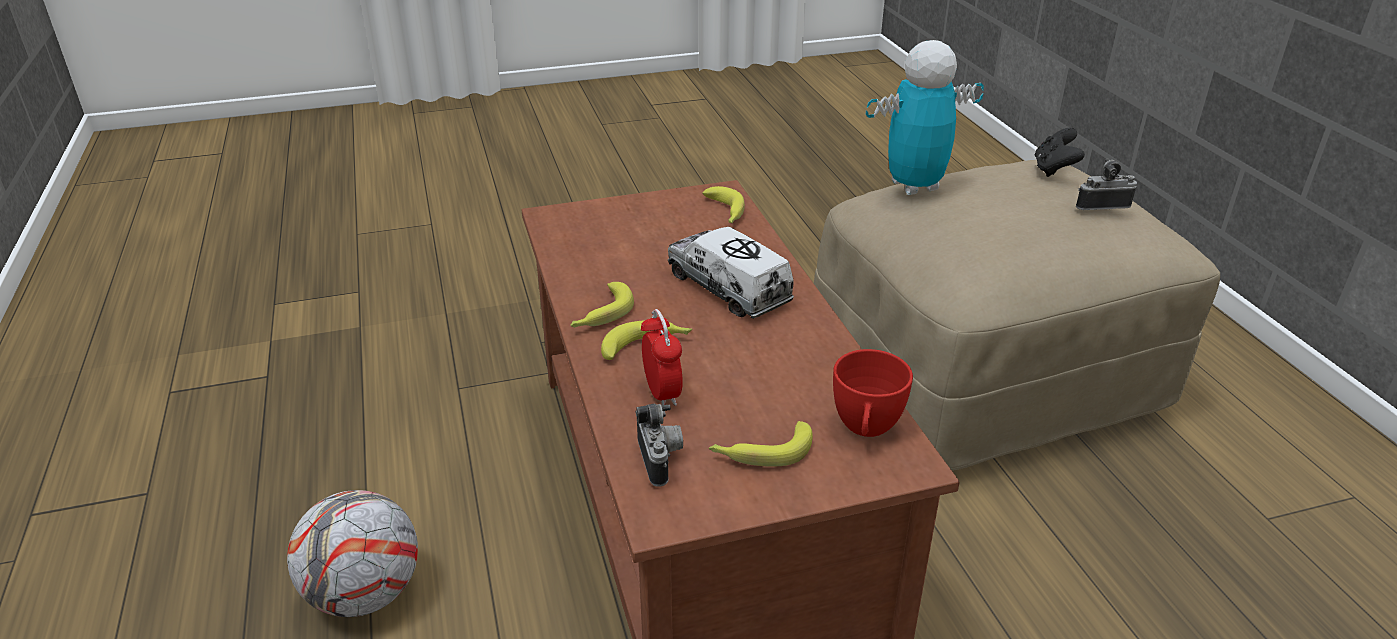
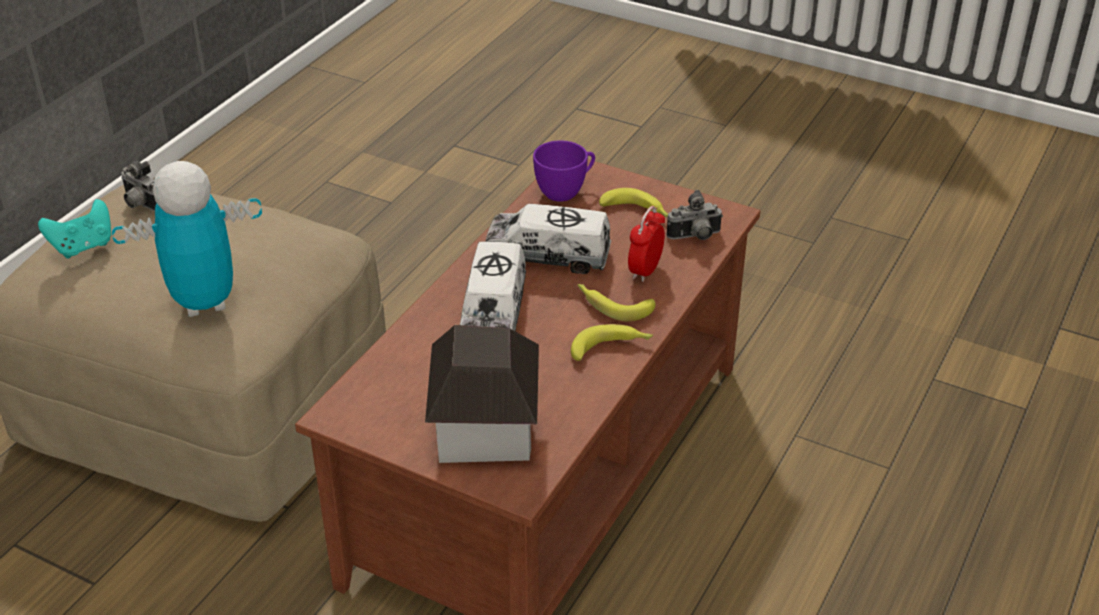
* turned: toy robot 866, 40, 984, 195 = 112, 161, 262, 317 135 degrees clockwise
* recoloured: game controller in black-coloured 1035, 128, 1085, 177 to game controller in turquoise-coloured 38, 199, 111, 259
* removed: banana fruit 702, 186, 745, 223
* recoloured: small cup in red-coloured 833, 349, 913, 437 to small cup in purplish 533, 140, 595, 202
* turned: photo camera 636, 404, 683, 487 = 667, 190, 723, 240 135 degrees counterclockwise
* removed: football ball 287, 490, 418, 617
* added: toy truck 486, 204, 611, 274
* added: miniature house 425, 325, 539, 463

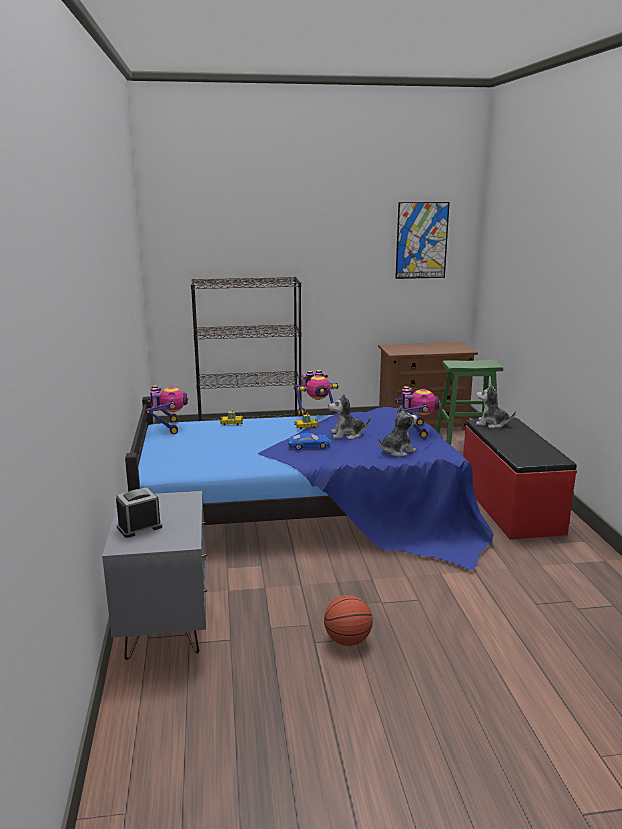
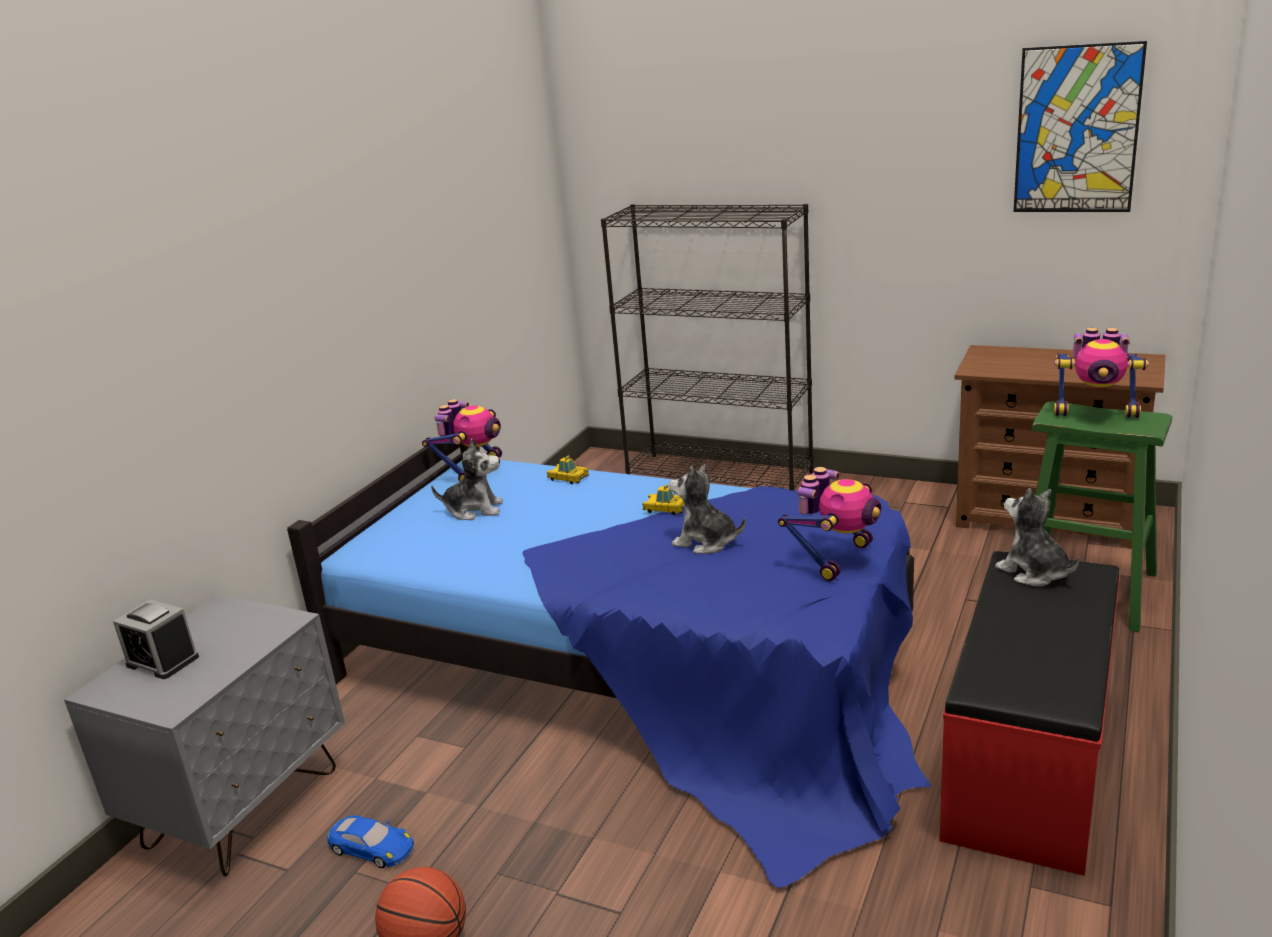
* moved: toy robot 293, 370, 339, 416 to 1054, 328, 1149, 418
* moved: plush toy 378, 405, 417, 457 to 431, 438, 503, 520
* moved: toy car in blue-coloured 288, 433, 331, 450 to 327, 815, 414, 868
* turned: alarm clock 116, 487, 162, 538 = 113, 600, 199, 679 150 degrees counterclockwise

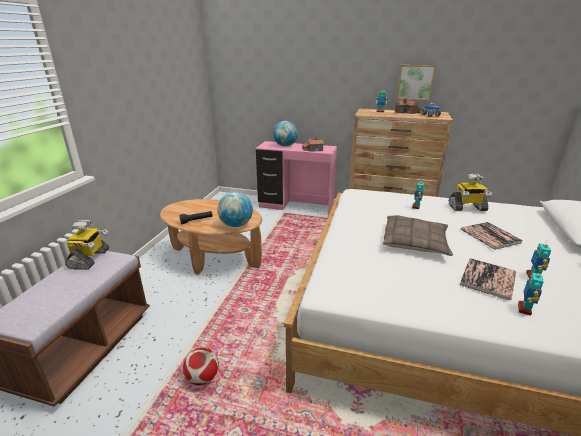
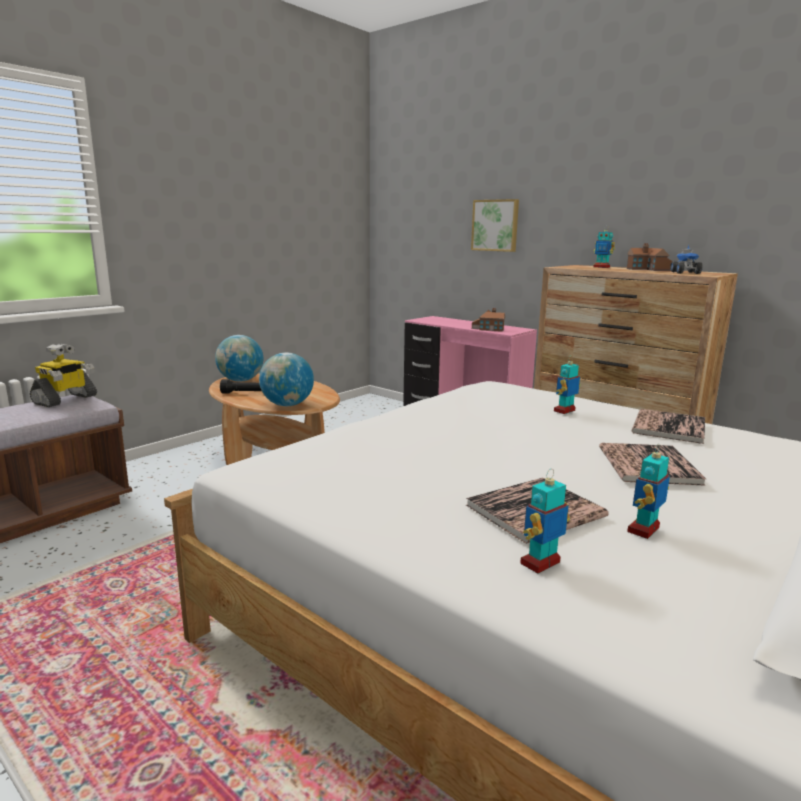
* moved: wall picture 397, 65, 436, 100 to 471, 199, 519, 252
* moved: world globe 273, 121, 298, 146 to 215, 335, 263, 382
* replaced: toy robot 449, 174, 492, 211 to book 632, 409, 705, 444
* removed: throw pillow 383, 215, 453, 256
* removed: football ball 183, 348, 219, 385

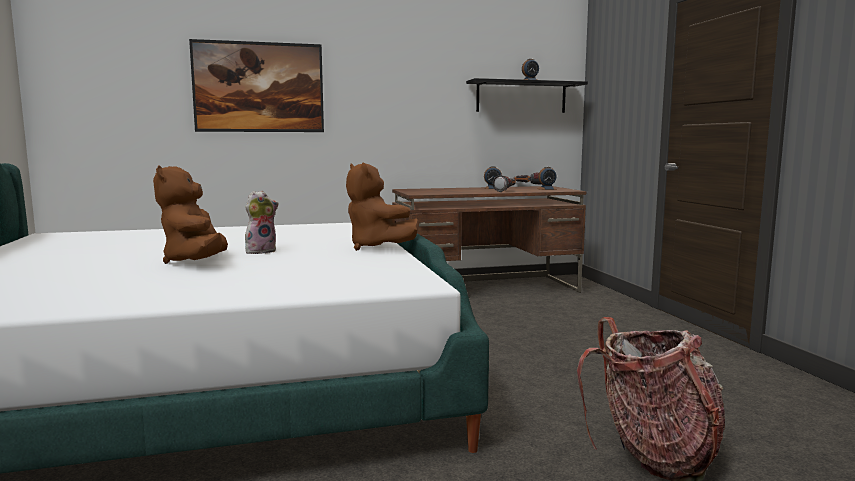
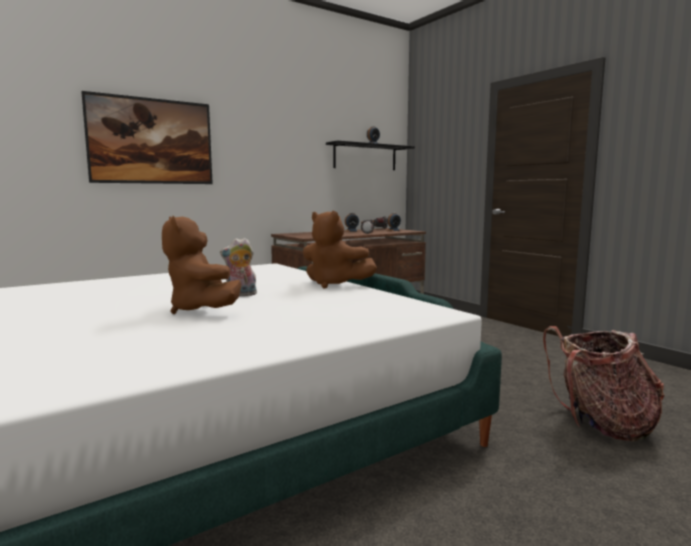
* turned: plush toy 245, 191, 279, 254 = 220, 238, 257, 296 135 degrees counterclockwise

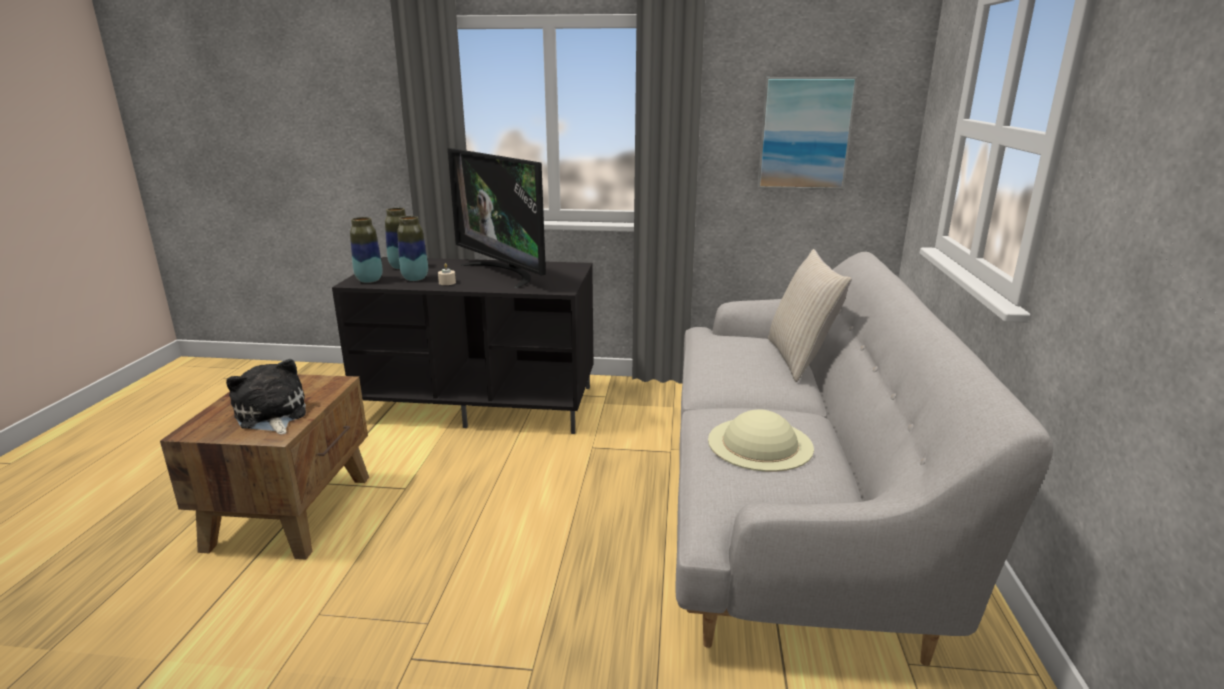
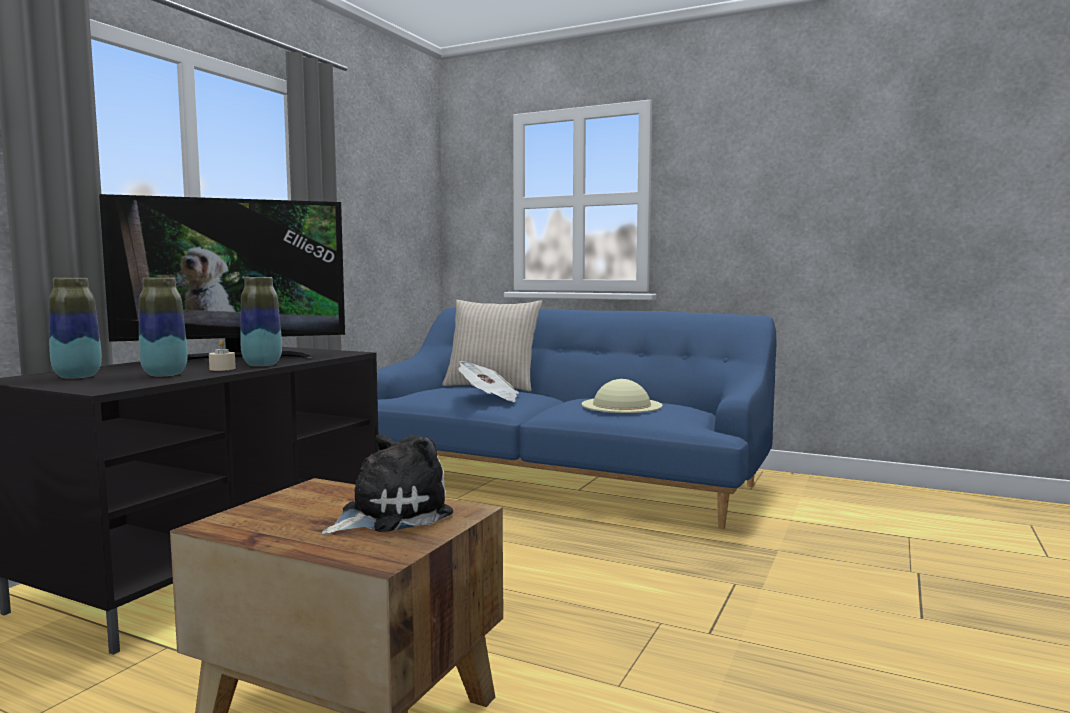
* removed: wall picture 757, 77, 857, 190
* moved: decorative vase 350, 217, 382, 283 to 240, 277, 282, 366
* recoloured: settee in grey 676, 252, 1053, 666 to settee in blue-coloured 377, 308, 777, 529
* turned: plush toy 226, 359, 306, 435 = 322, 434, 453, 535 150 degrees clockwise
* added: newspaper 458, 361, 519, 402

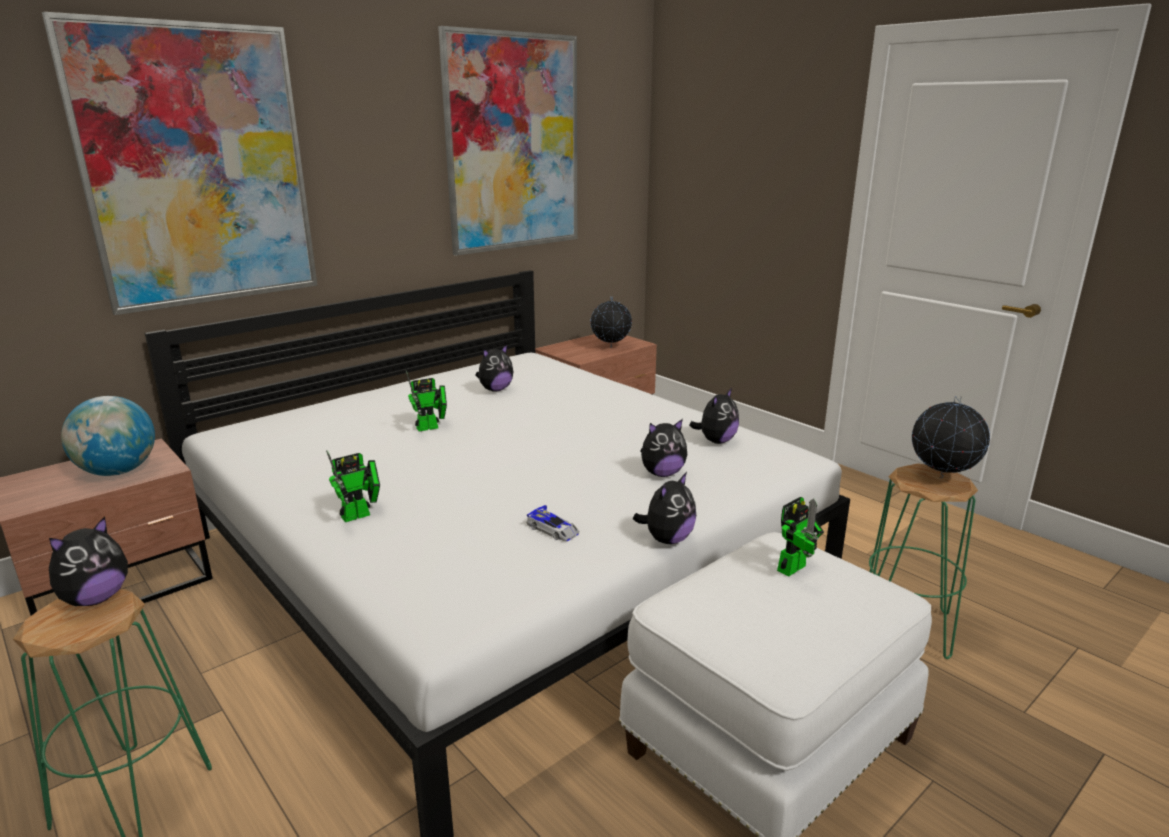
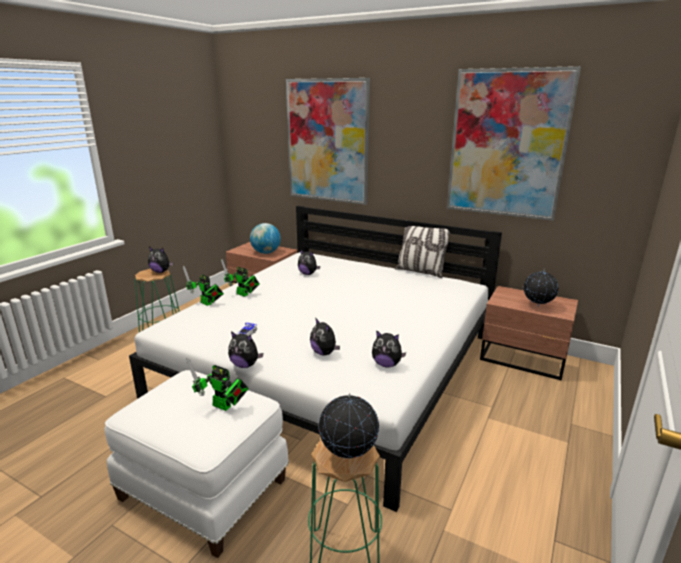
* moved: plush toy 475, 344, 513, 392 to 298, 249, 320, 275
* moved: toy robot 406, 371, 447, 432 to 183, 266, 224, 306
* added: throw pillow 395, 226, 450, 278

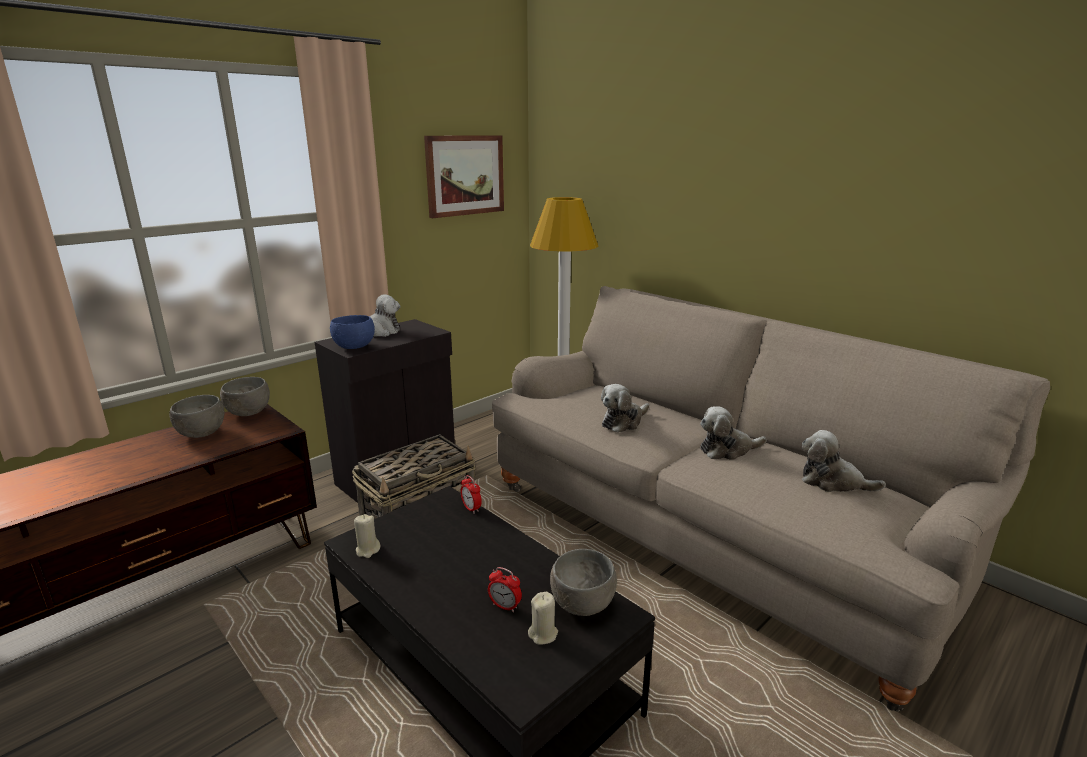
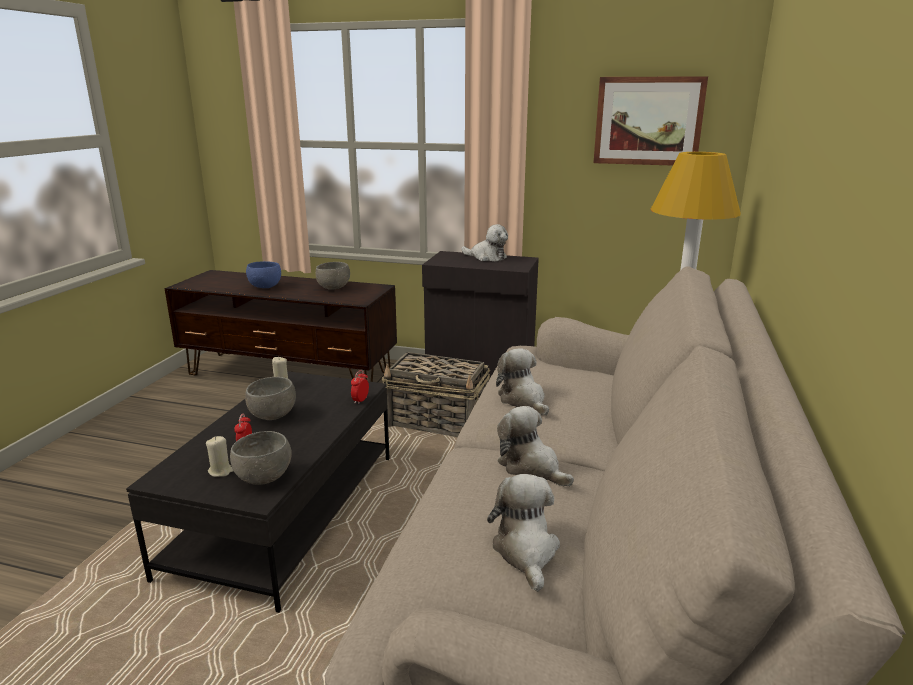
* moved: serving bowl in blue-coloured 330, 315, 375, 349 to 246, 261, 281, 288
* moved: serving bowl in grey 220, 377, 270, 416 to 245, 377, 296, 420
* turned: plush toy 601, 384, 649, 433 = 496, 348, 549, 415 45 degrees clockwise

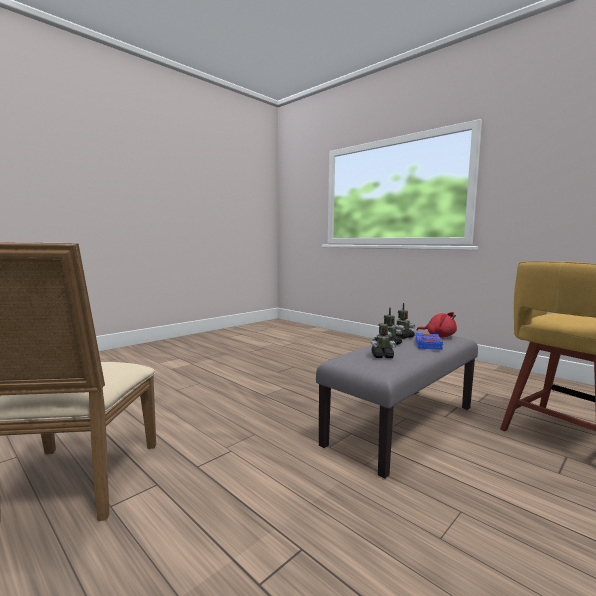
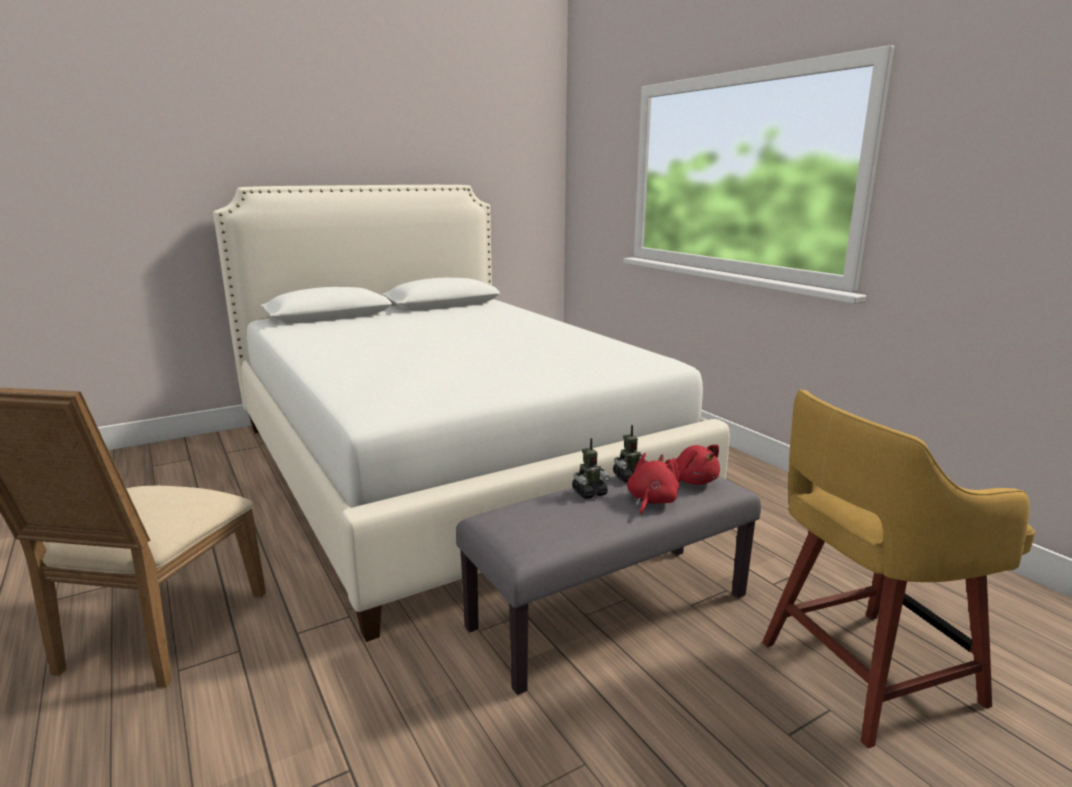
* removed: toy robot 371, 315, 396, 358
* replaced: book in blue-coloured 415, 333, 443, 350 to plush toy in red-coloured 627, 453, 679, 515
* added: bedroom bed in white-coloured 213, 185, 729, 642

